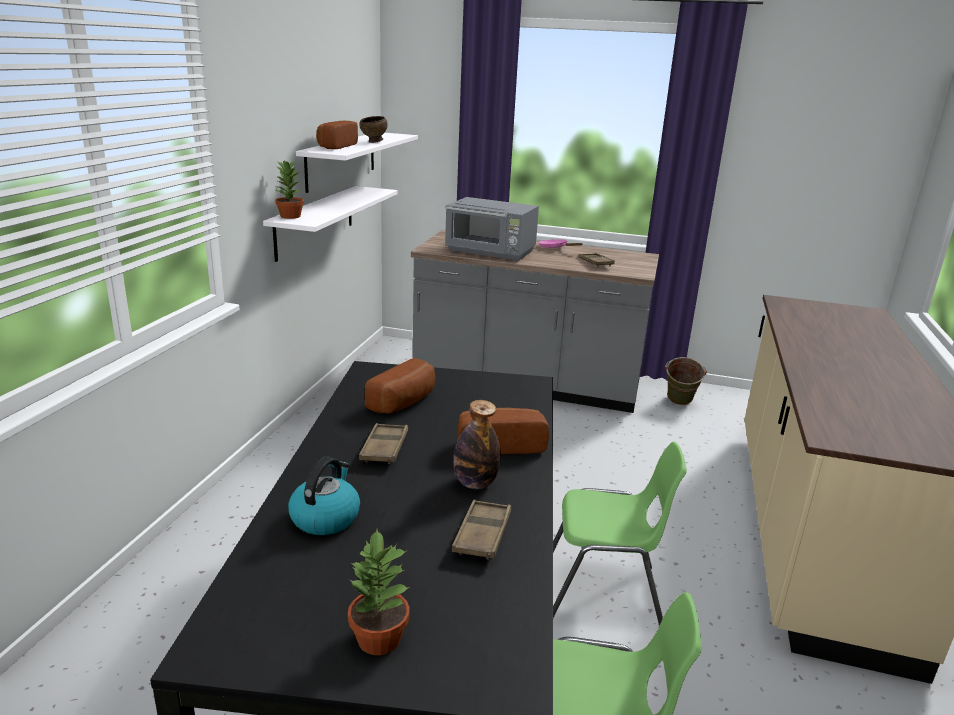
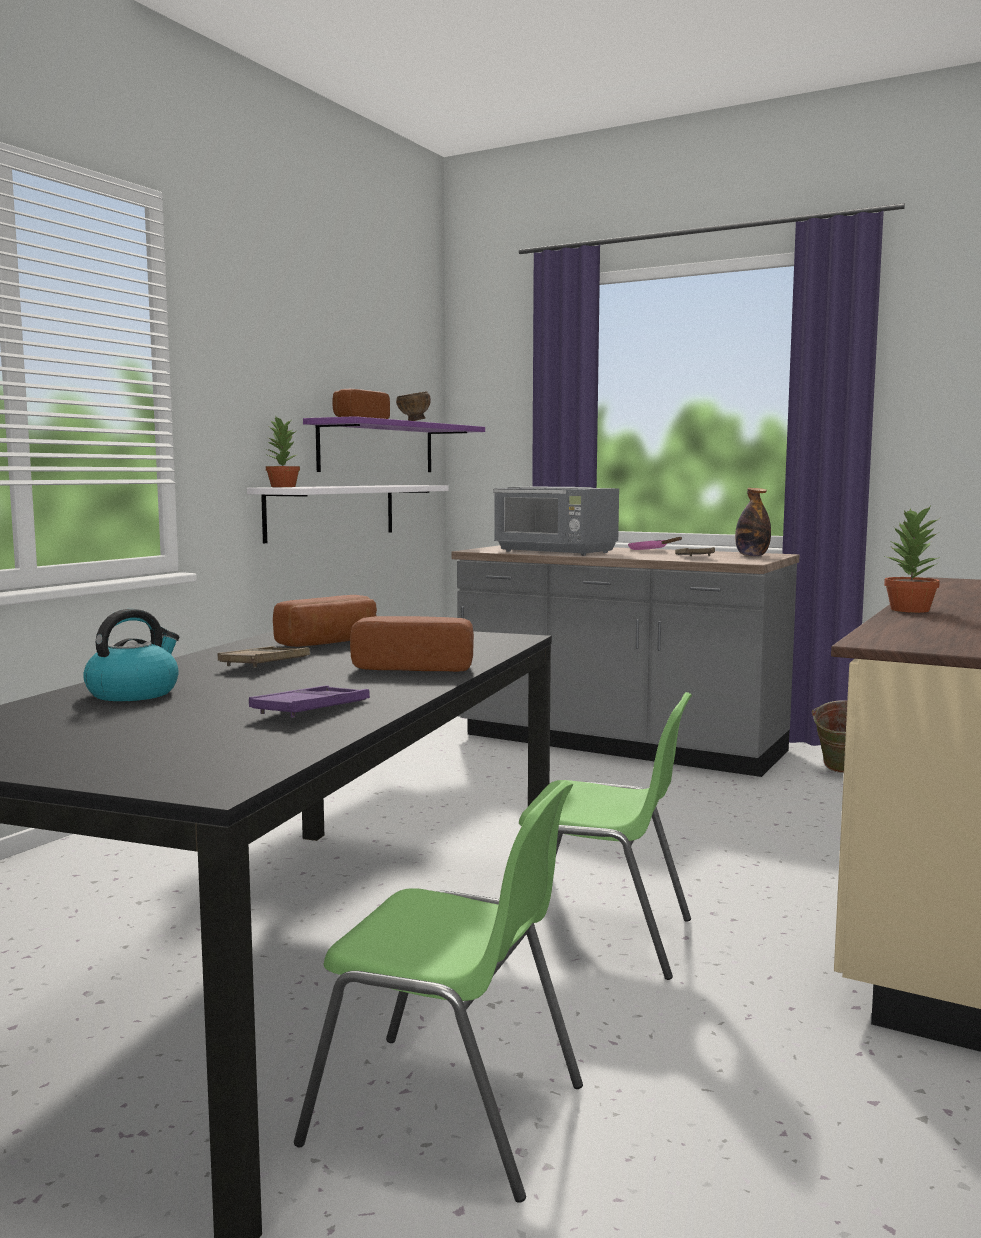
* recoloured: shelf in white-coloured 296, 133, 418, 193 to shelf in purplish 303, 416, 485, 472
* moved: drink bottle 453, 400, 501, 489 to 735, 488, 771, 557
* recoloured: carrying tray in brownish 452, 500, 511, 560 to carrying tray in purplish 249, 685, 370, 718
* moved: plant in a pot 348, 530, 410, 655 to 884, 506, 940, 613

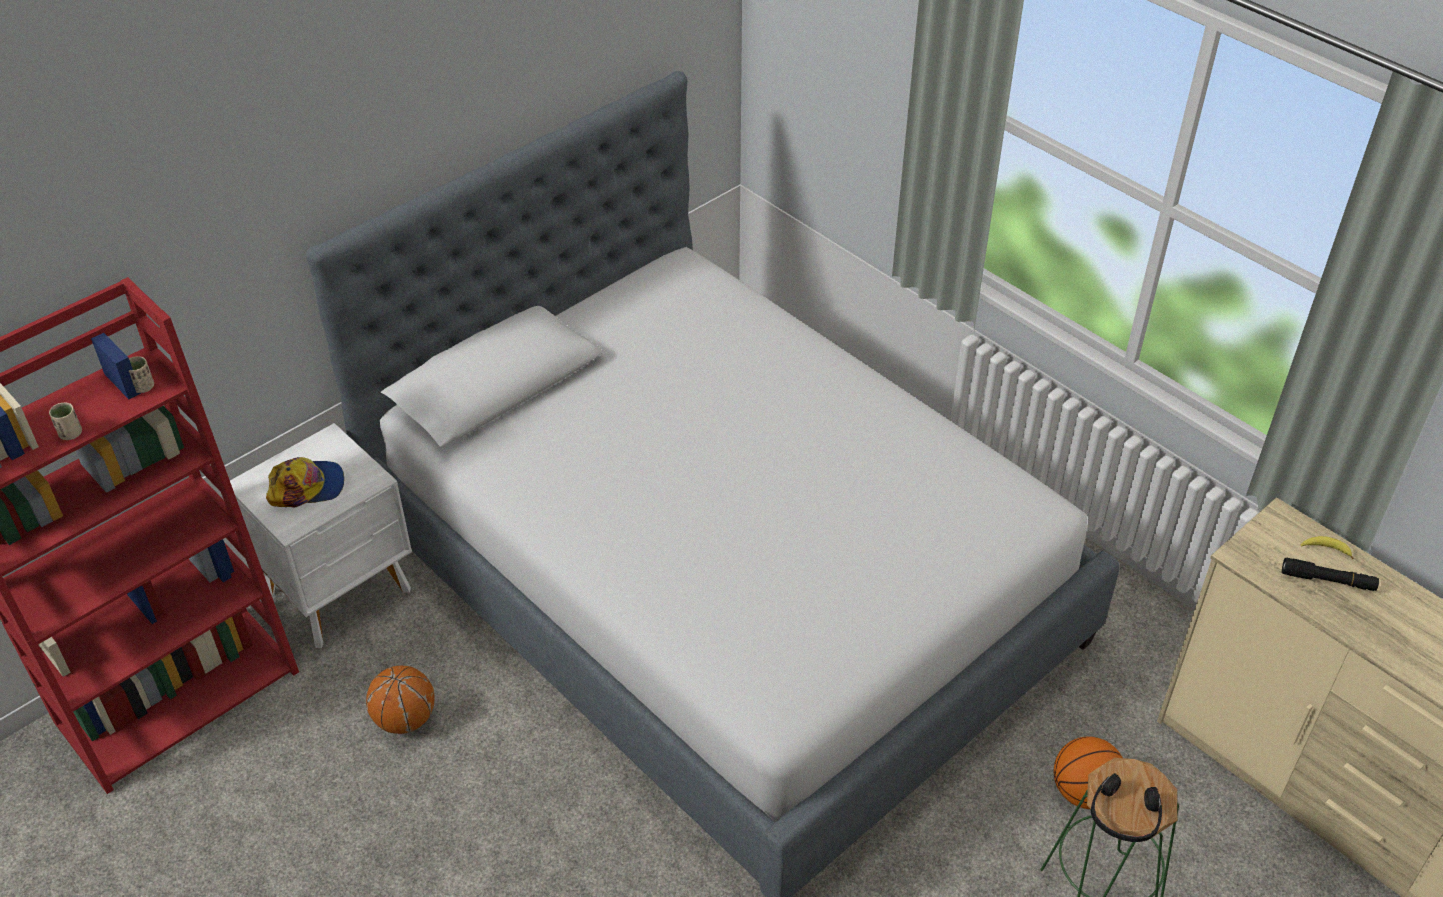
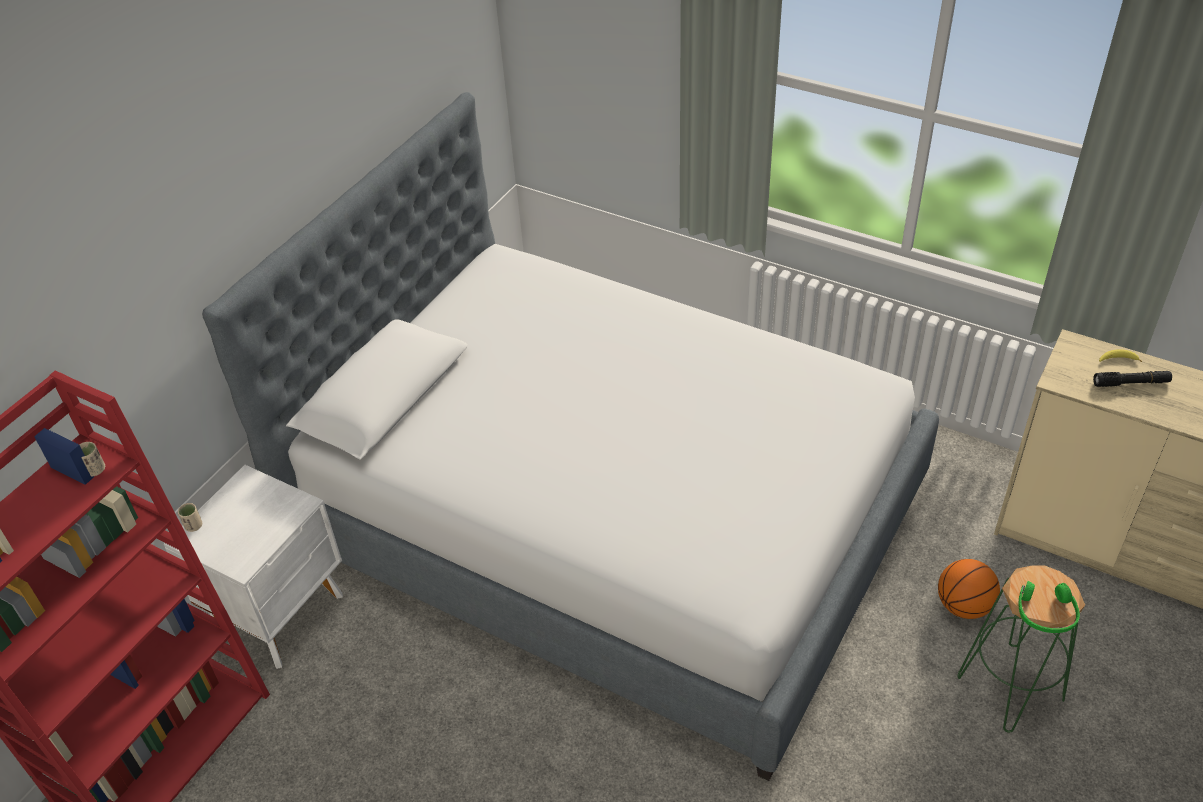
* moved: small cup in sand-coloured 49, 402, 82, 440 to 178, 503, 202, 532
* removed: cap 266, 457, 344, 507
* removed: basketball 366, 666, 435, 734
* recoloured: headphones in black-coloured 1091, 773, 1162, 842 to headphones in green-coloured 1018, 581, 1080, 633

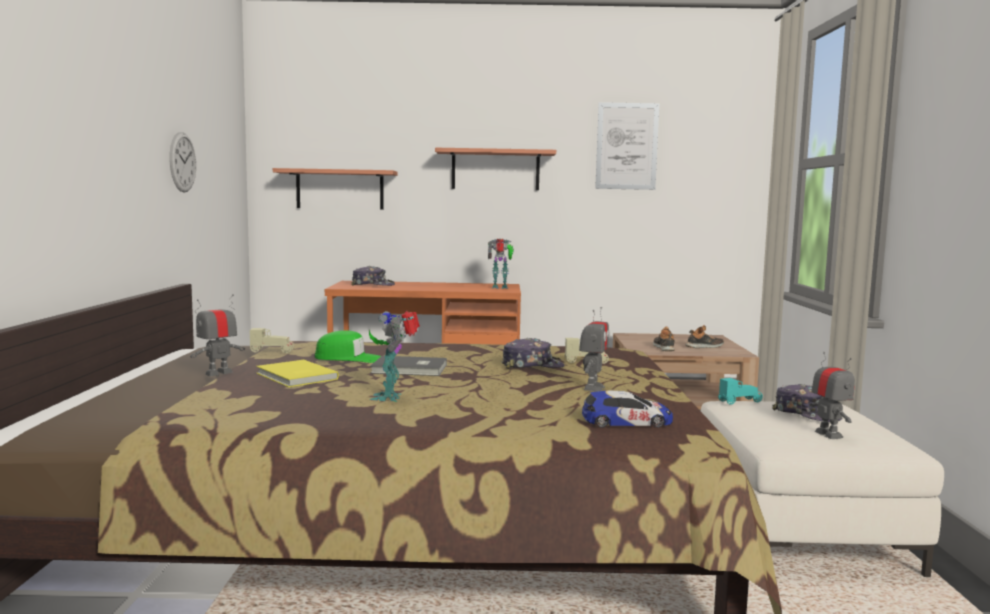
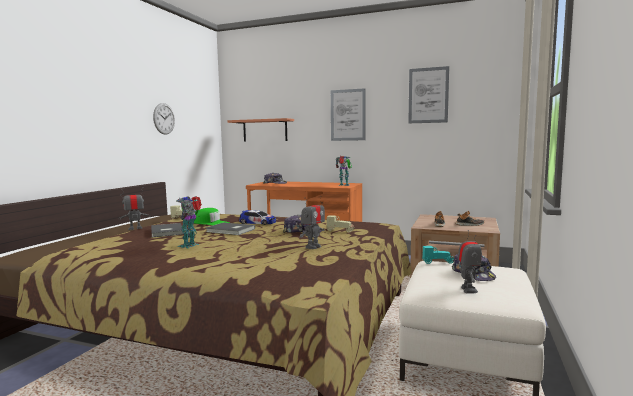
* replaced: shelf 435, 148, 556, 190 to wall picture 331, 88, 366, 141
* recoloured: book in yellowish 256, 360, 339, 387 to book in grey 151, 223, 184, 237
* moved: toy car 582, 390, 673, 428 to 239, 210, 276, 225

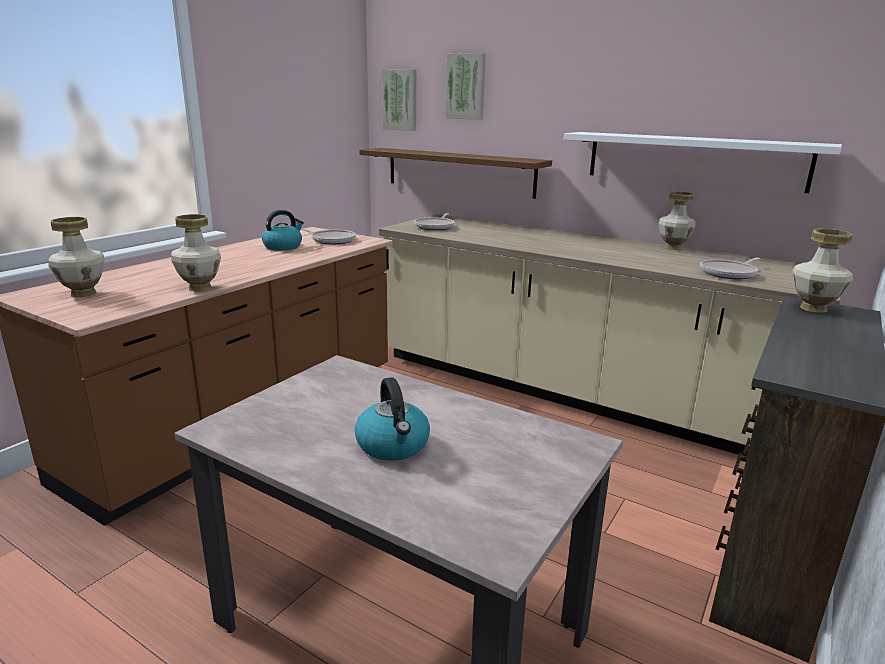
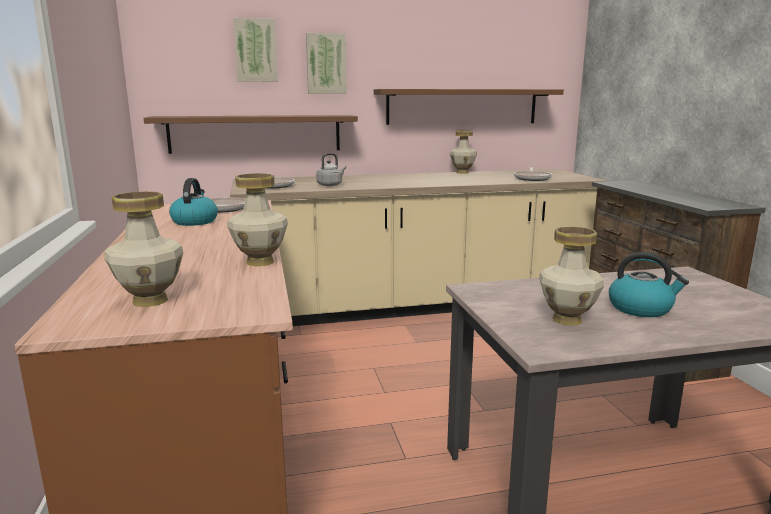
* moved: wall picture 382, 69, 416, 131 to 306, 33, 347, 94
* recoloured: shelf in white-coloured 564, 132, 842, 193 to shelf in brownish 374, 89, 564, 125
* moved: decorative vase 792, 229, 853, 313 to 539, 226, 604, 326
* added: kettle in grey 316, 153, 346, 186

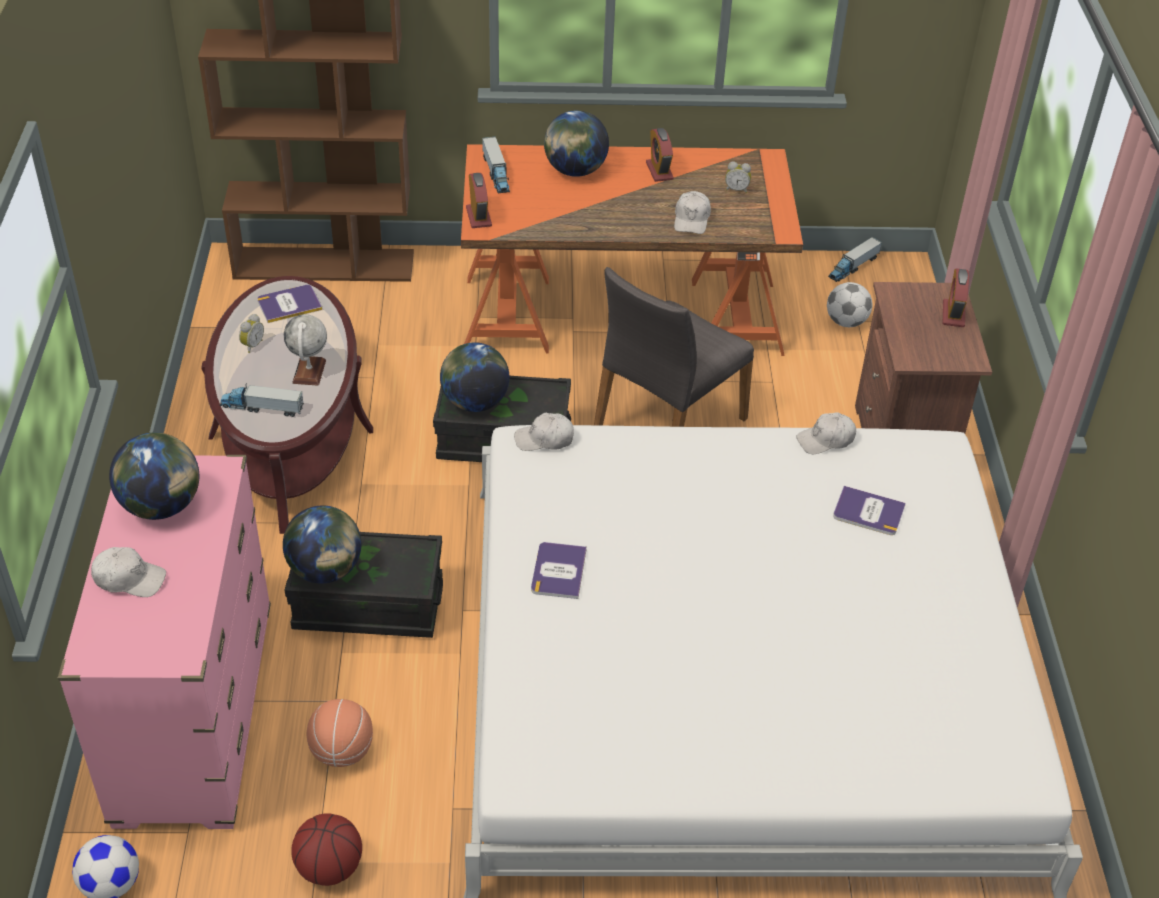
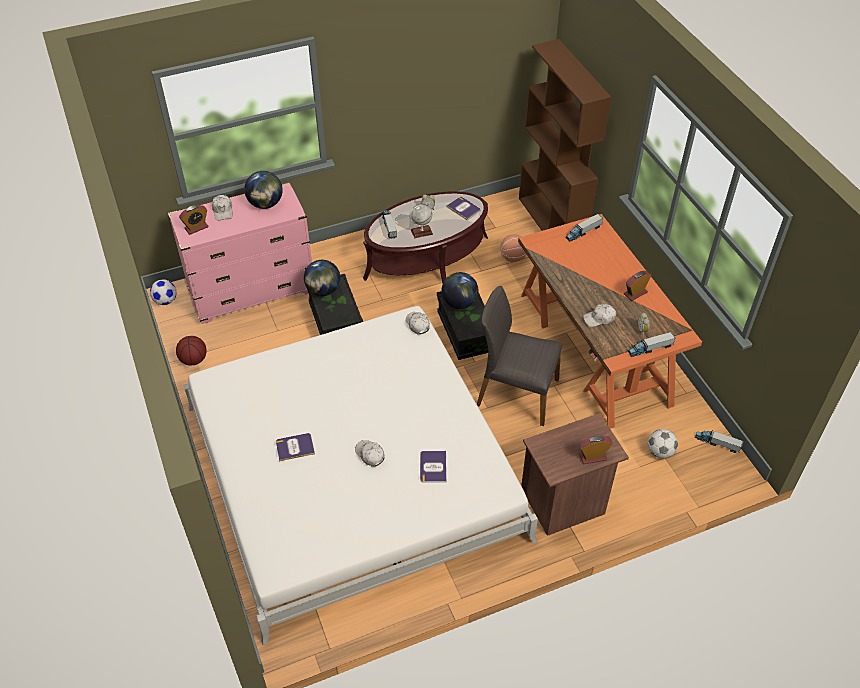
* removed: world globe 544, 110, 609, 177
* moved: alarm clock 466, 173, 492, 228 to 179, 205, 209, 235
* moved: cap in white-coloured 796, 412, 856, 454 to 355, 440, 385, 467
* moved: book 531, 542, 587, 599 to 276, 433, 315, 462
* moved: basketball 307, 699, 373, 767 to 500, 234, 526, 262
* added: toy truck 628, 332, 675, 357

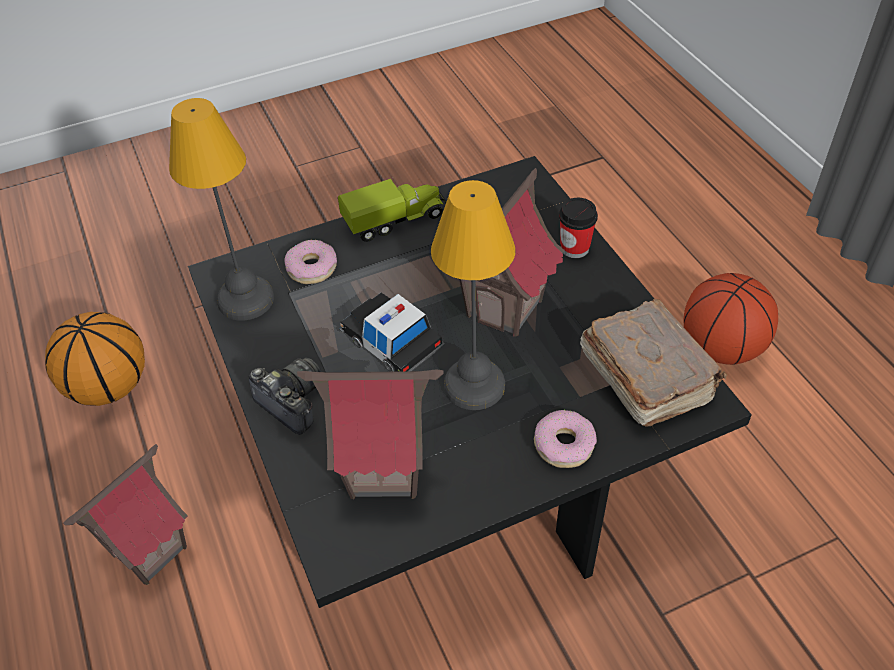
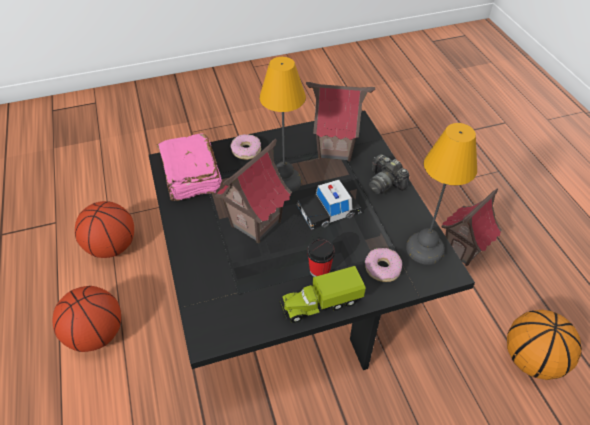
* moved: small cup 559, 198, 598, 258 to 307, 237, 335, 277
* turned: toy car 339, 293, 445, 372 = 296, 180, 362, 230 105 degrees clockwise
* recoloured: book in brownish 580, 299, 727, 427 to book in pink 157, 133, 222, 201
* added: basketball 75, 201, 134, 258

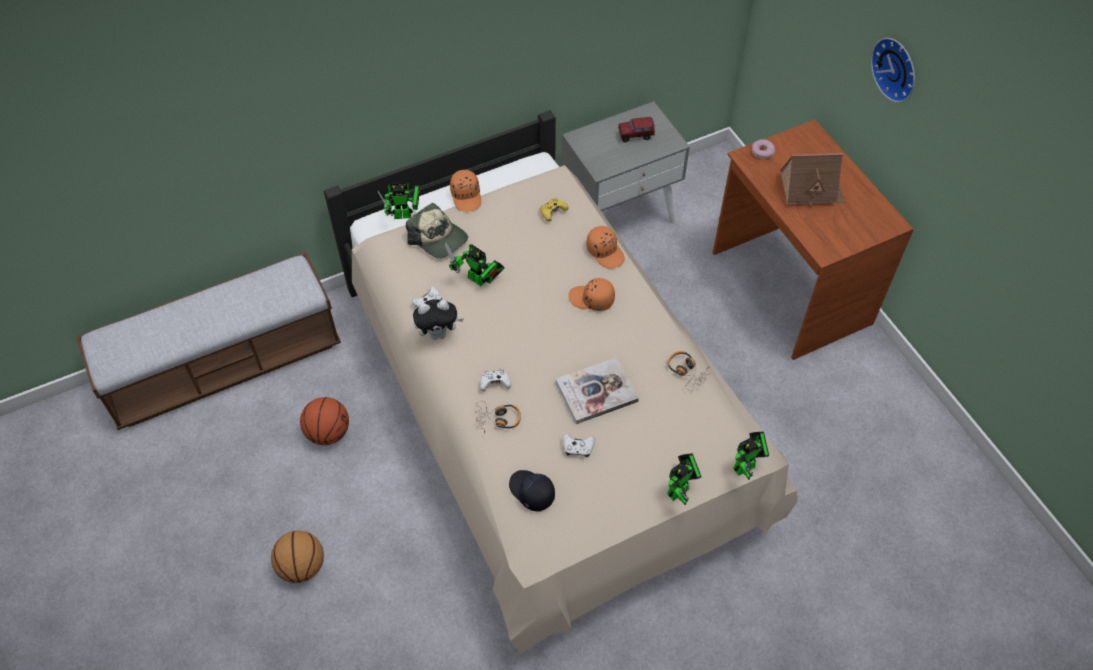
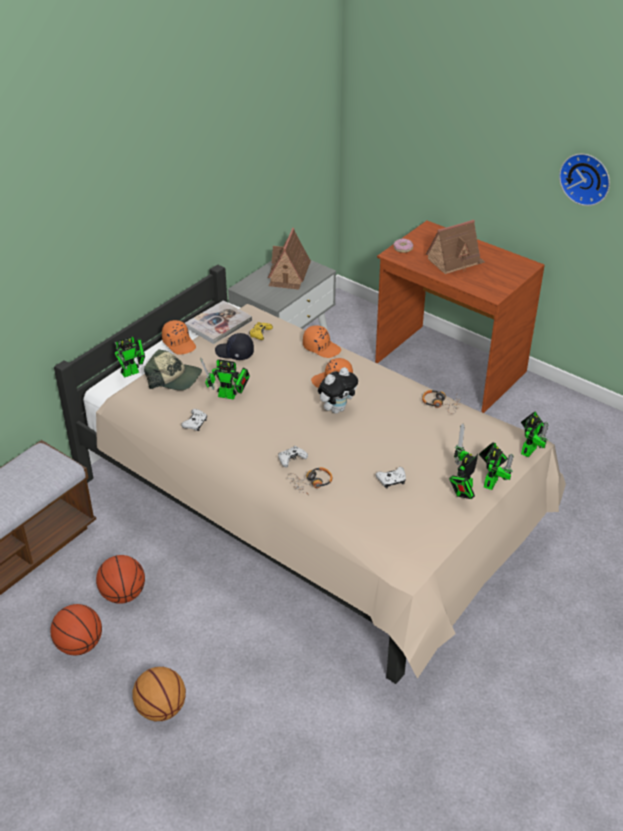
* moved: clock on the wall 871, 38, 915, 102 to 559, 154, 610, 206
* replaced: toy truck 618, 117, 655, 142 to miniature house 268, 228, 311, 290
* moved: plush toy 413, 299, 464, 340 to 318, 367, 358, 414
* moved: book 556, 357, 639, 424 to 185, 301, 252, 344
* moved: cap in black-coloured 509, 470, 555, 512 to 215, 333, 254, 360
* added: toy robot 449, 424, 478, 499
* added: basketball 50, 604, 102, 655

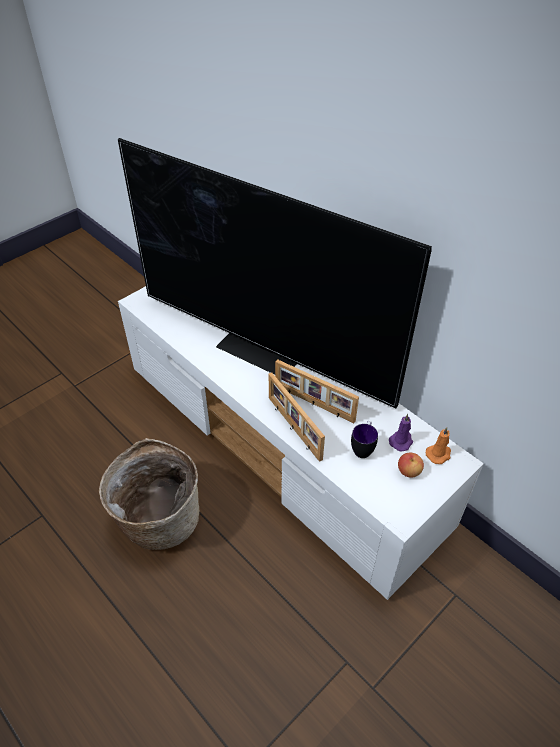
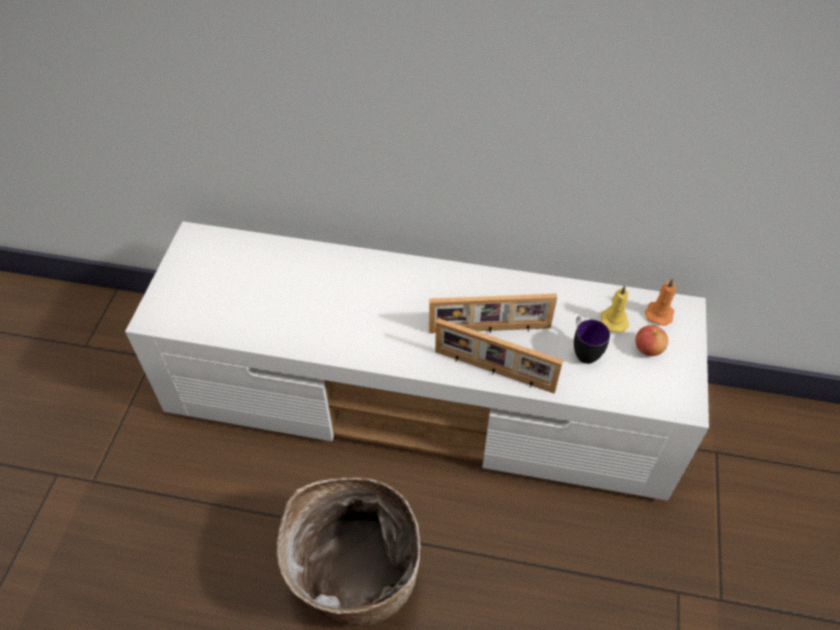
* removed: TV 118, 138, 432, 408
* recoloured: wax light in purplish 389, 414, 413, 451 to wax light in yellowish 600, 285, 629, 332

